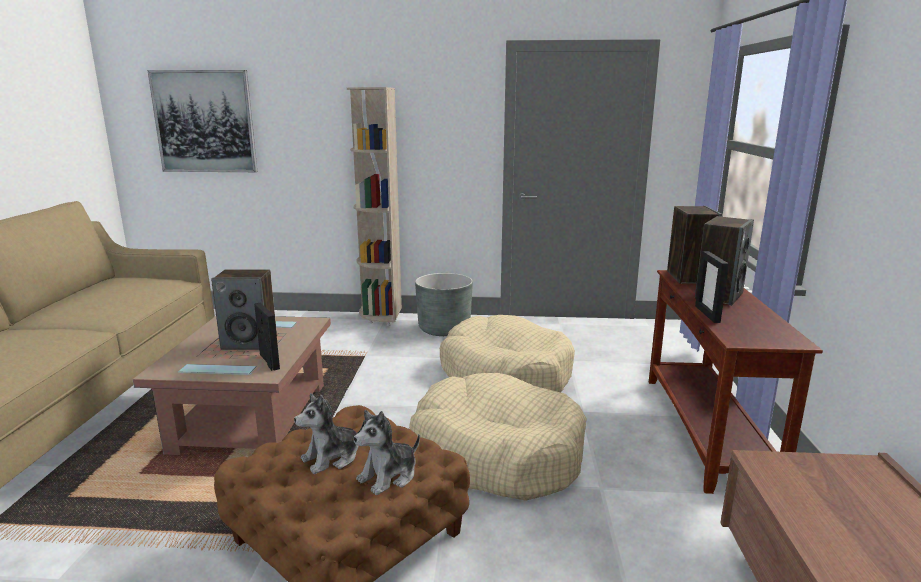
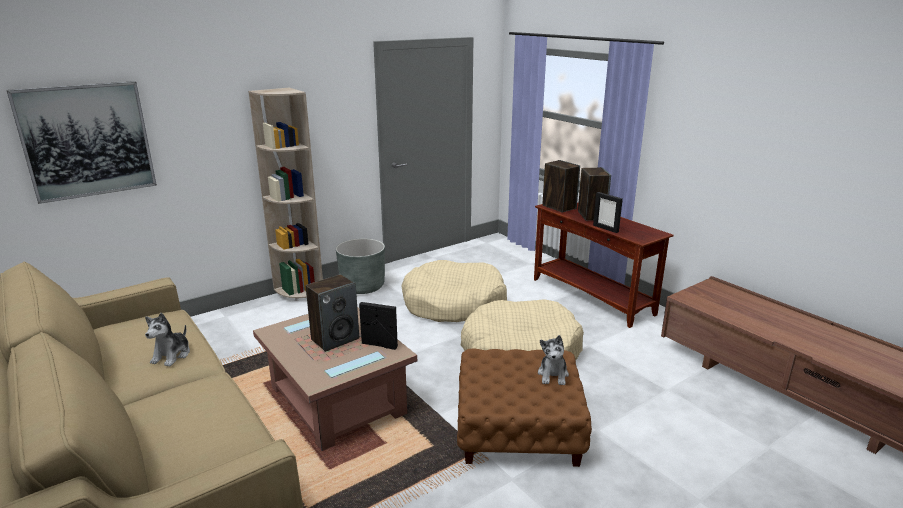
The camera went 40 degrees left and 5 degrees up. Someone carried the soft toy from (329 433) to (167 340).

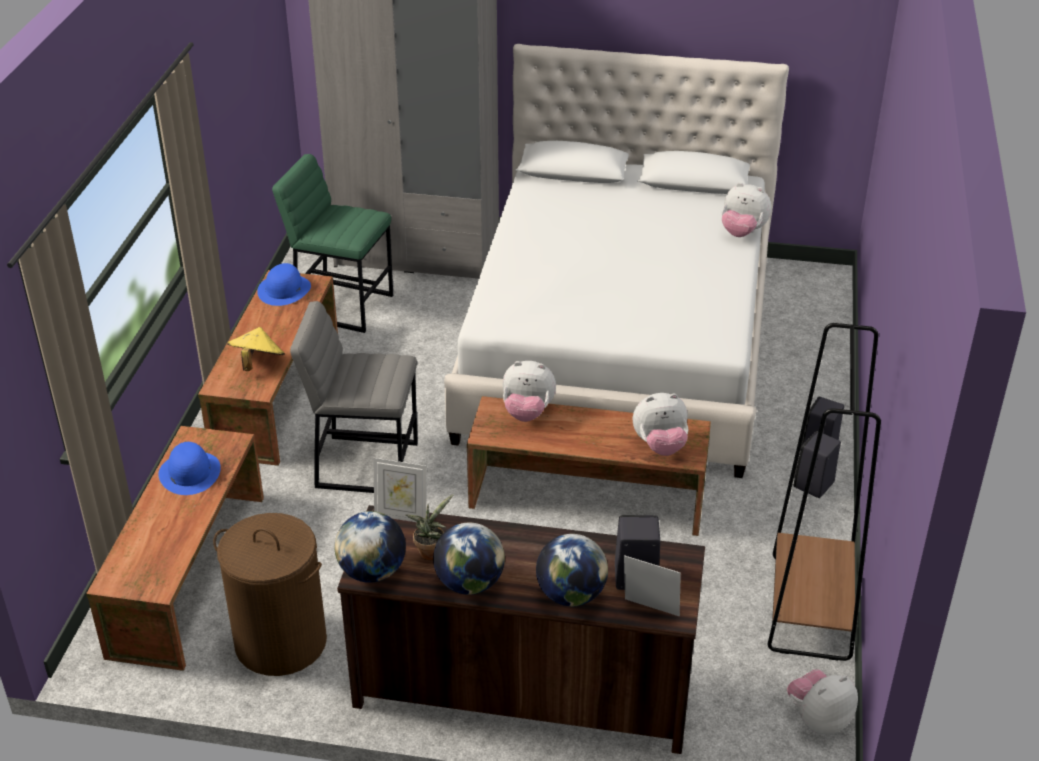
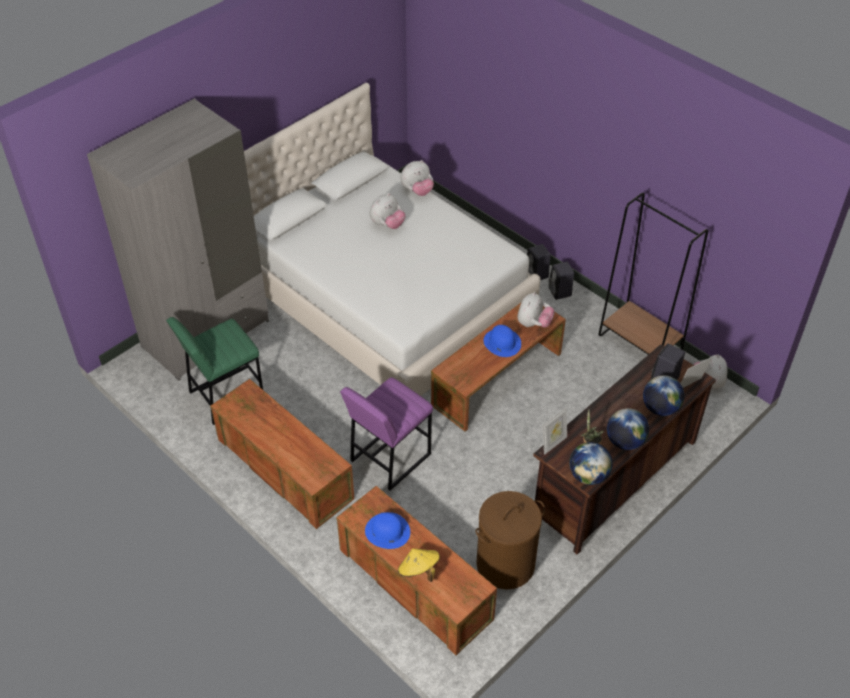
The camera went 55 degrees left and 10 degrees up. Someone carried the blue-coloured wearable hat from (284 284) to (502 341). Someone repainted the grey upright chair at (354 397), which became the purplish upright chair at (386 434). Someone carried the yellow-coloured wearable hat from (256 349) to (419 565). Someone carried the soft toy from (529 391) to (388 211).

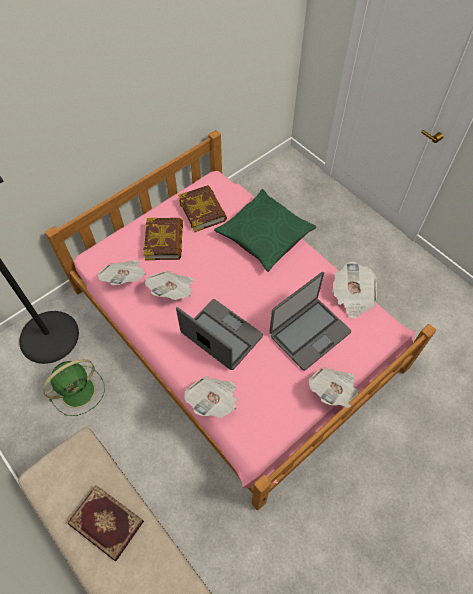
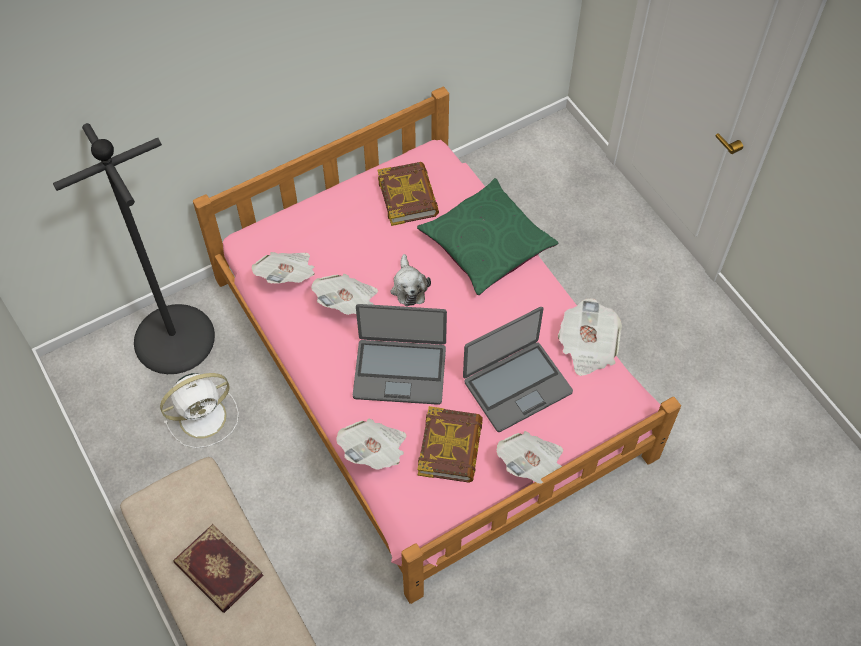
The camera went 10 degrees right and 0 degrees up. Someone carried the volume from (163 239) to (450 444). Someone rotated the portable computer at (219 334) by 135 degrees clockwise. Someone repainted the green fan at (74 387), which became the white-coloured fan at (199 410). Someone put down the soft toy at (411 280).

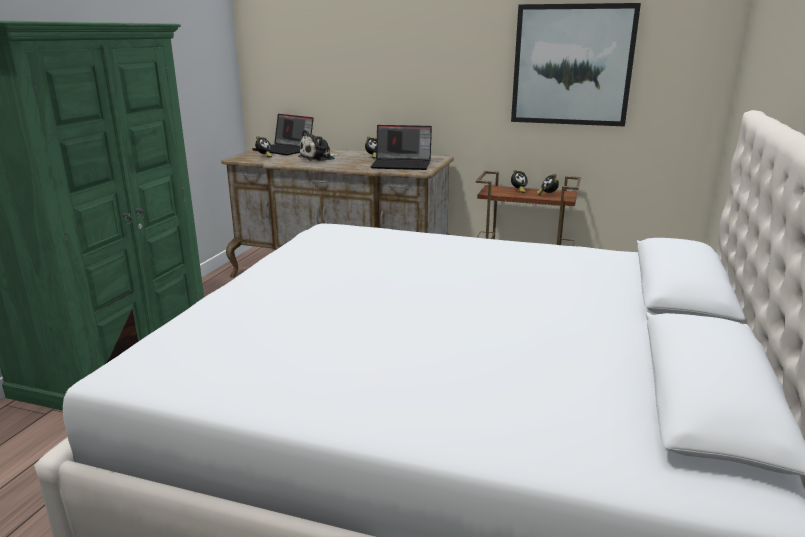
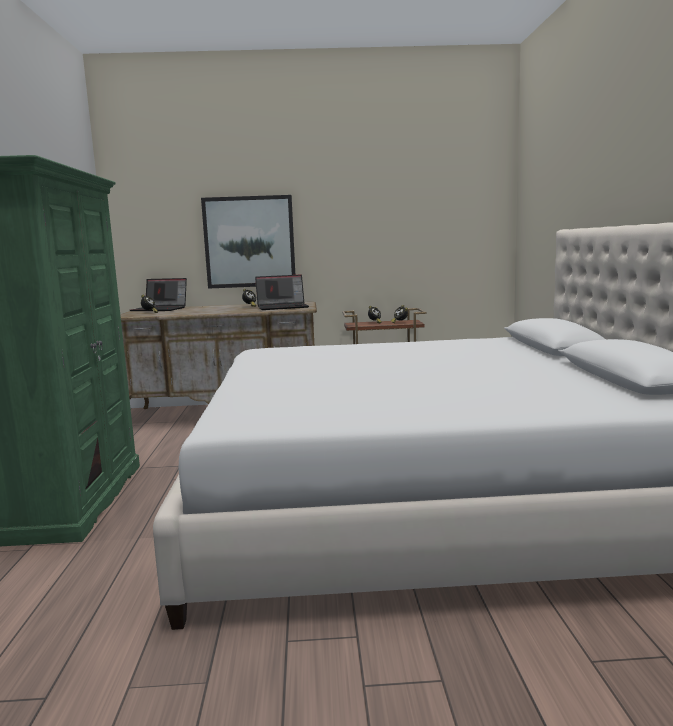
The camera went 20 degrees left and 10 degrees down. Someone carried the wall art from (576 65) to (248 242). Someone took away the soft toy at (318 145).

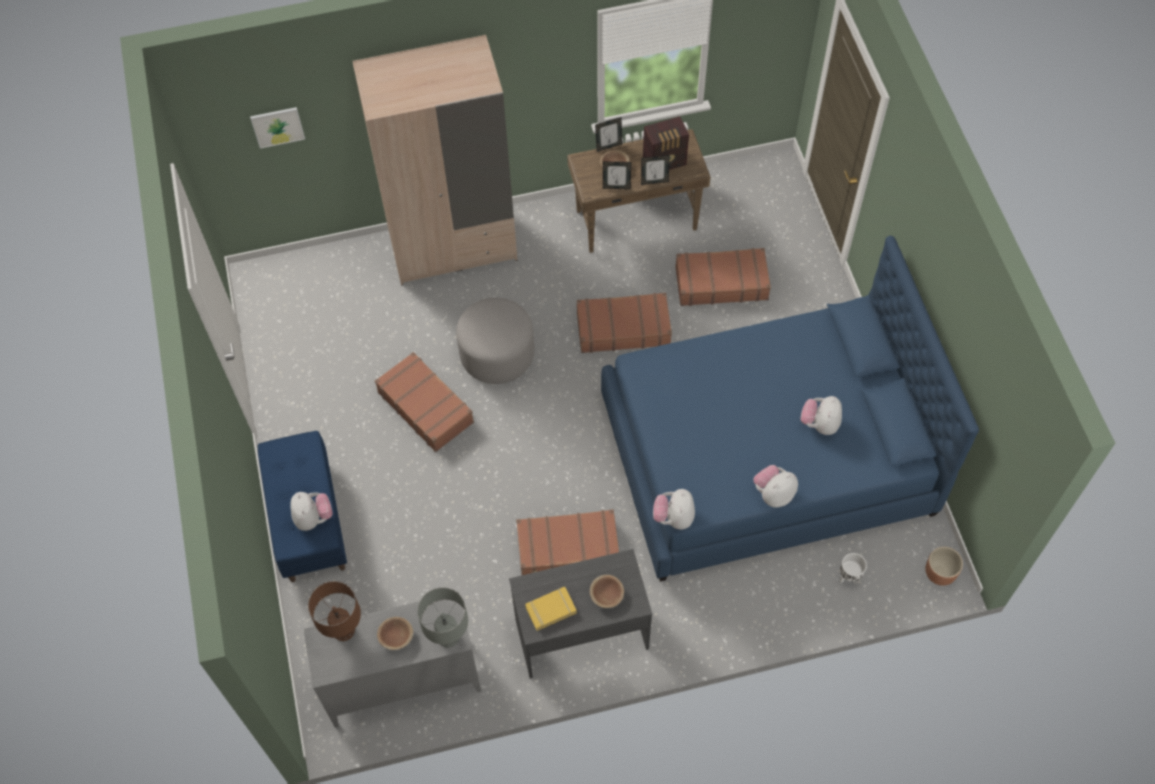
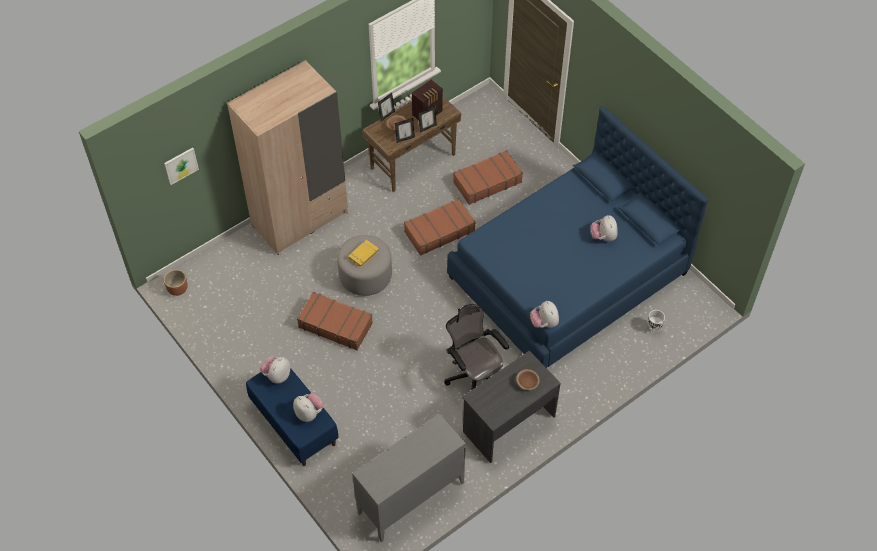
The camera went 25 degrees left and 5 degrees down. Someone carried the soft toy from (775 486) to (275 370). Someone swapped the brown-coloured suitcase at (567 542) for the computer chair at (476 347). Someone carried the brown-coloured plant pot from (944 566) to (176 283). Someone took away the brown-coloured tabletop lamp at (334 611). Someone took away the grey tabletop lamp at (442 617). Someone carried the yellow-coloured volume from (551 609) to (363 254). Someone took away the brown-coloured bowl at (395 633).

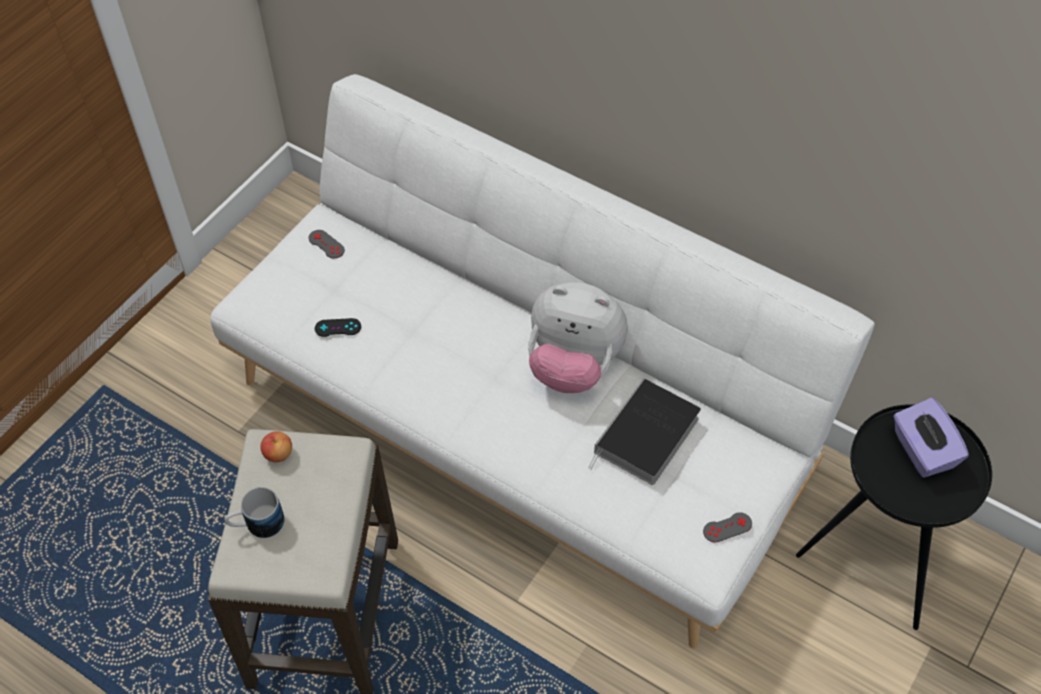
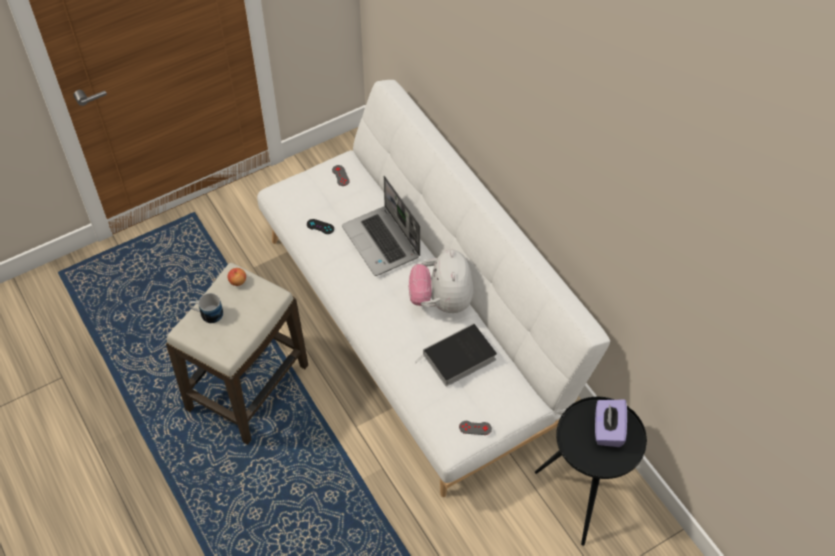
The camera went 25 degrees right and 0 degrees up. Someone rotated the soft toy at (578 337) by 45 degrees clockwise. Someone put down the portable computer at (381 226).

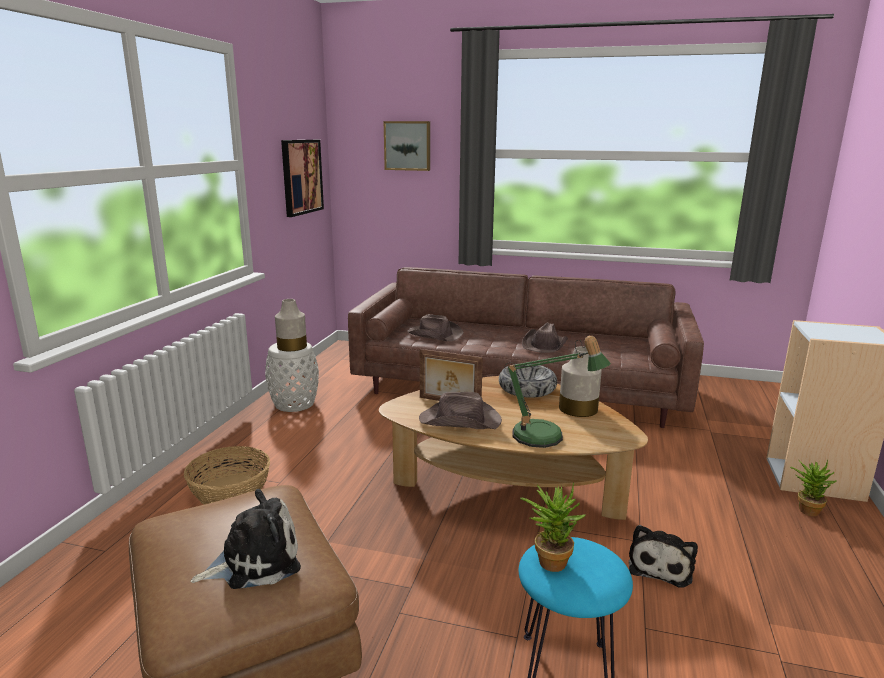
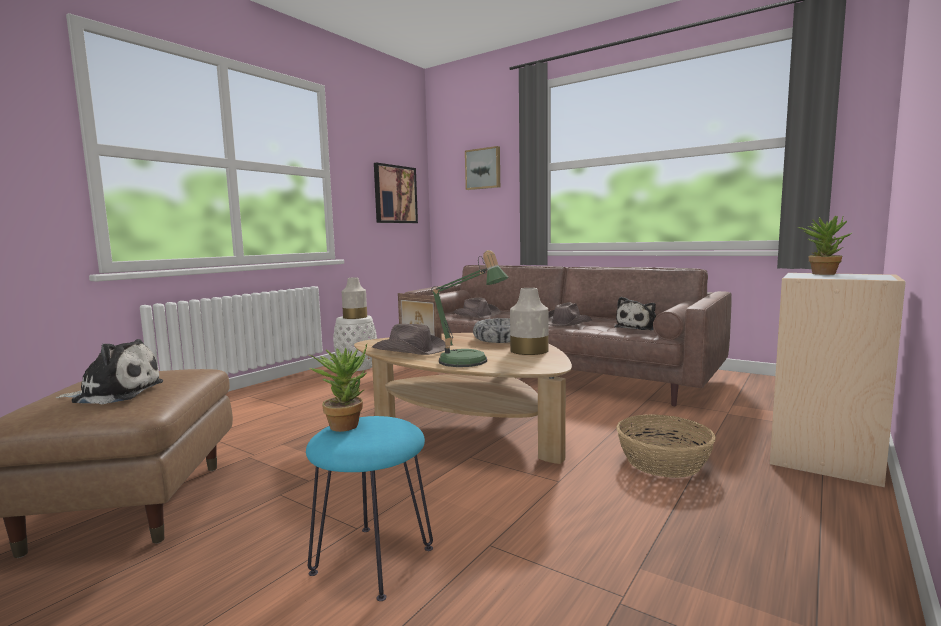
The camera went 20 degrees right and 10 degrees down. Someone carried the household basket from (227 475) to (666 446). Someone carried the potted plant from (813 488) to (825 245). Someone carried the soft toy from (663 556) to (635 313).

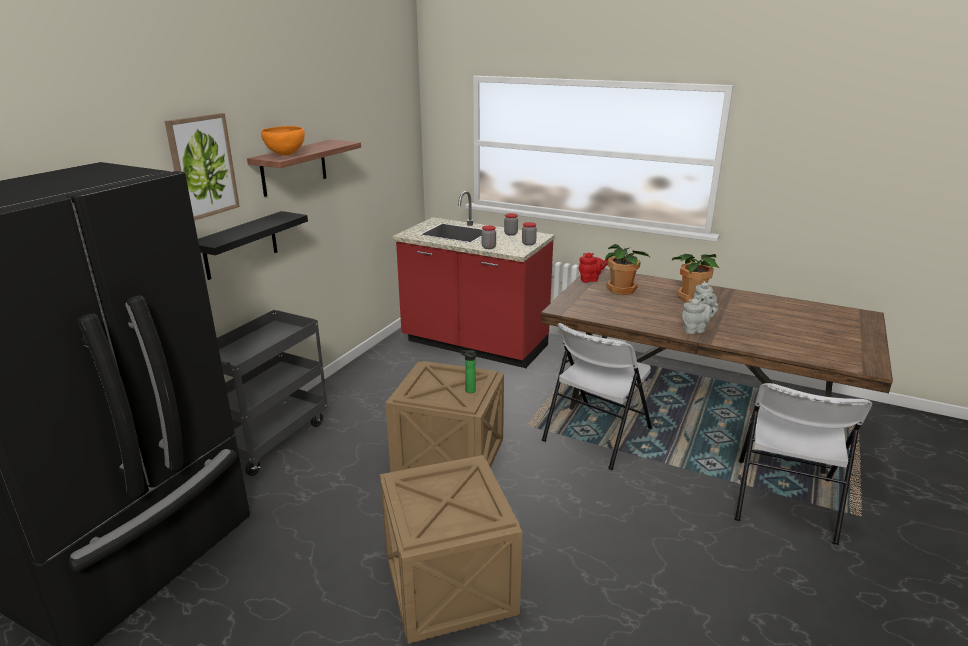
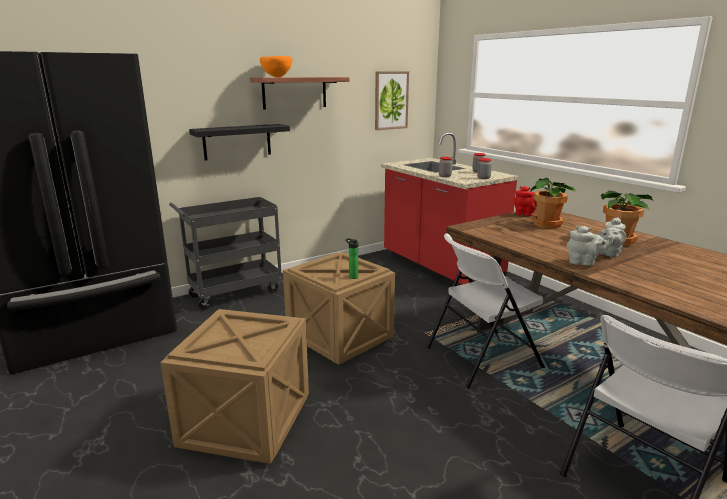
The camera went 30 degrees right and 5 degrees down. Someone carried the wall art from (202 167) to (392 100).

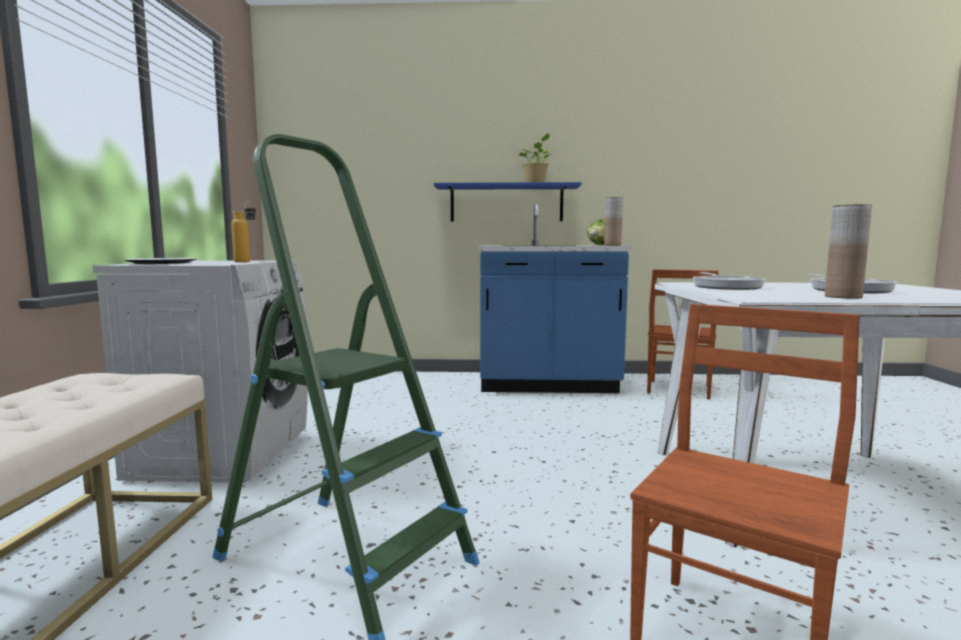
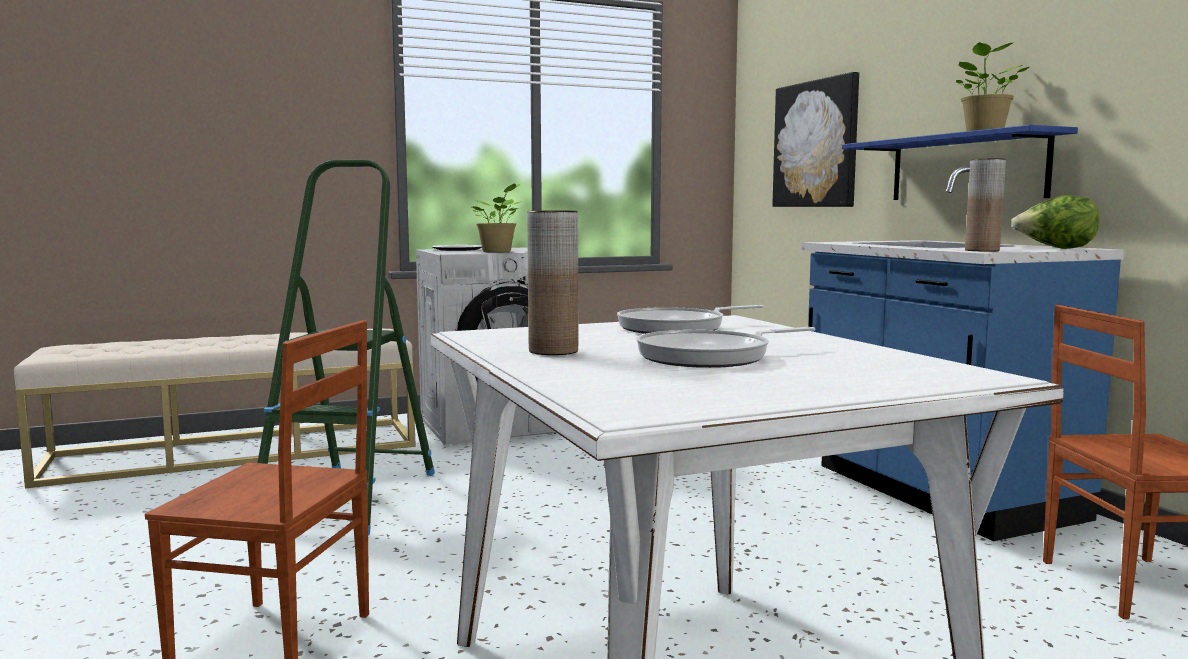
The camera went 65 degrees right and 0 degrees up. Someone swapped the bottle at (243 231) for the potted plant at (496 218). Someone put up the wall art at (815 139).

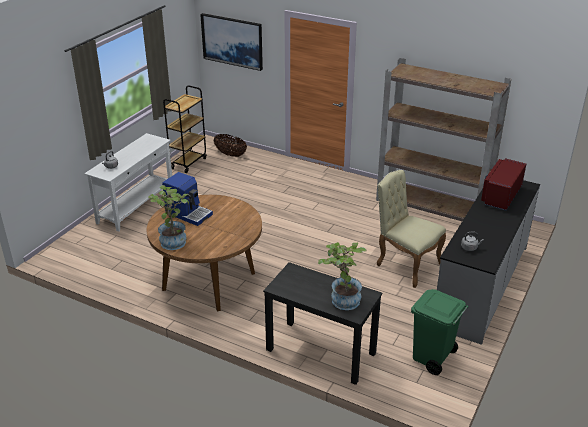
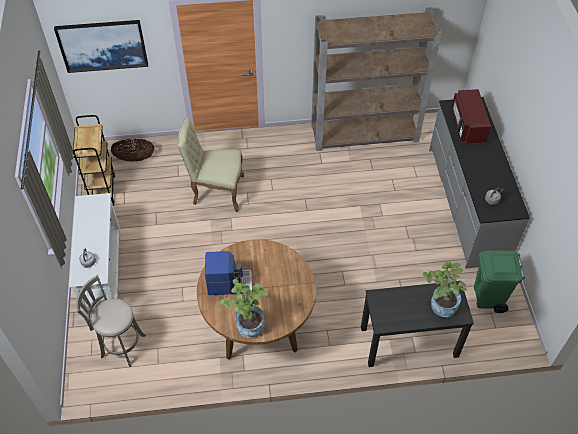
The camera went 35 degrees left and 20 degrees up. Someone carried the beige-coloured upright chair from (411 229) to (210 165). Someone put down the grey sitting stool at (111 321).

